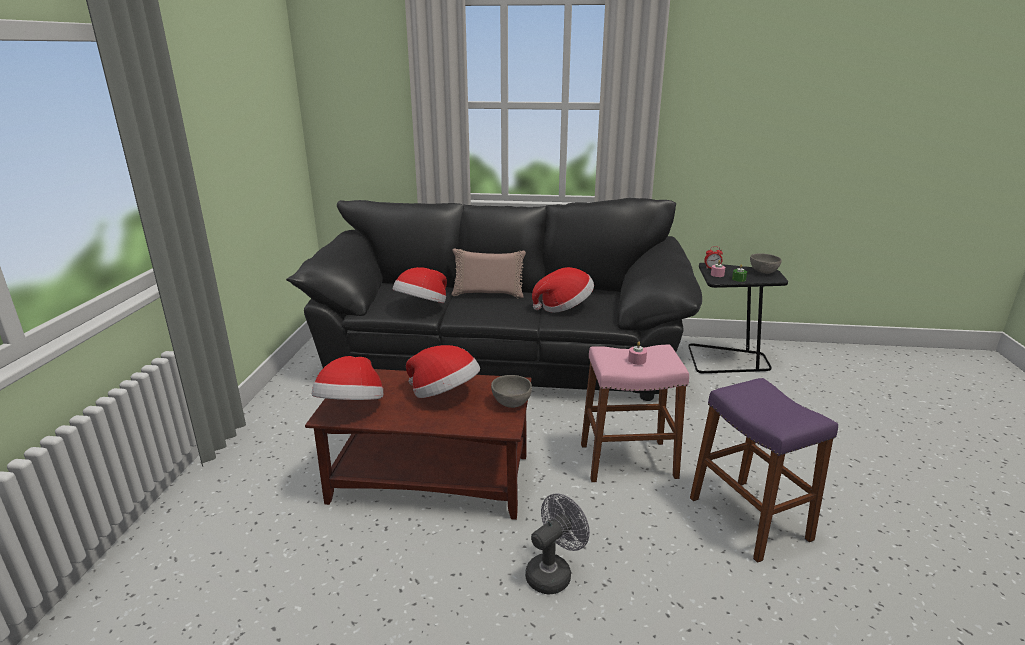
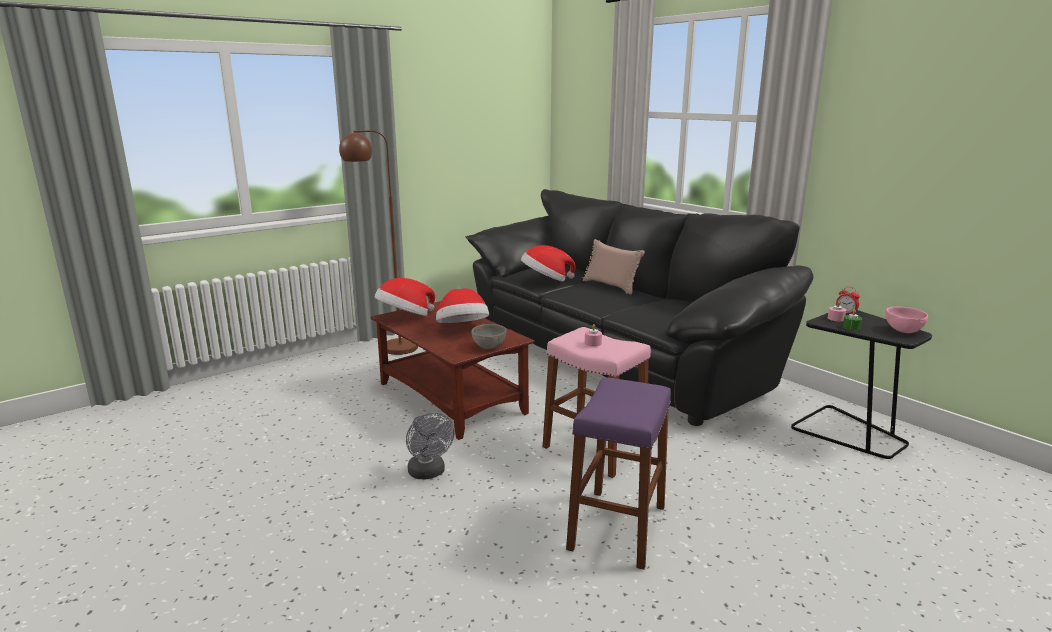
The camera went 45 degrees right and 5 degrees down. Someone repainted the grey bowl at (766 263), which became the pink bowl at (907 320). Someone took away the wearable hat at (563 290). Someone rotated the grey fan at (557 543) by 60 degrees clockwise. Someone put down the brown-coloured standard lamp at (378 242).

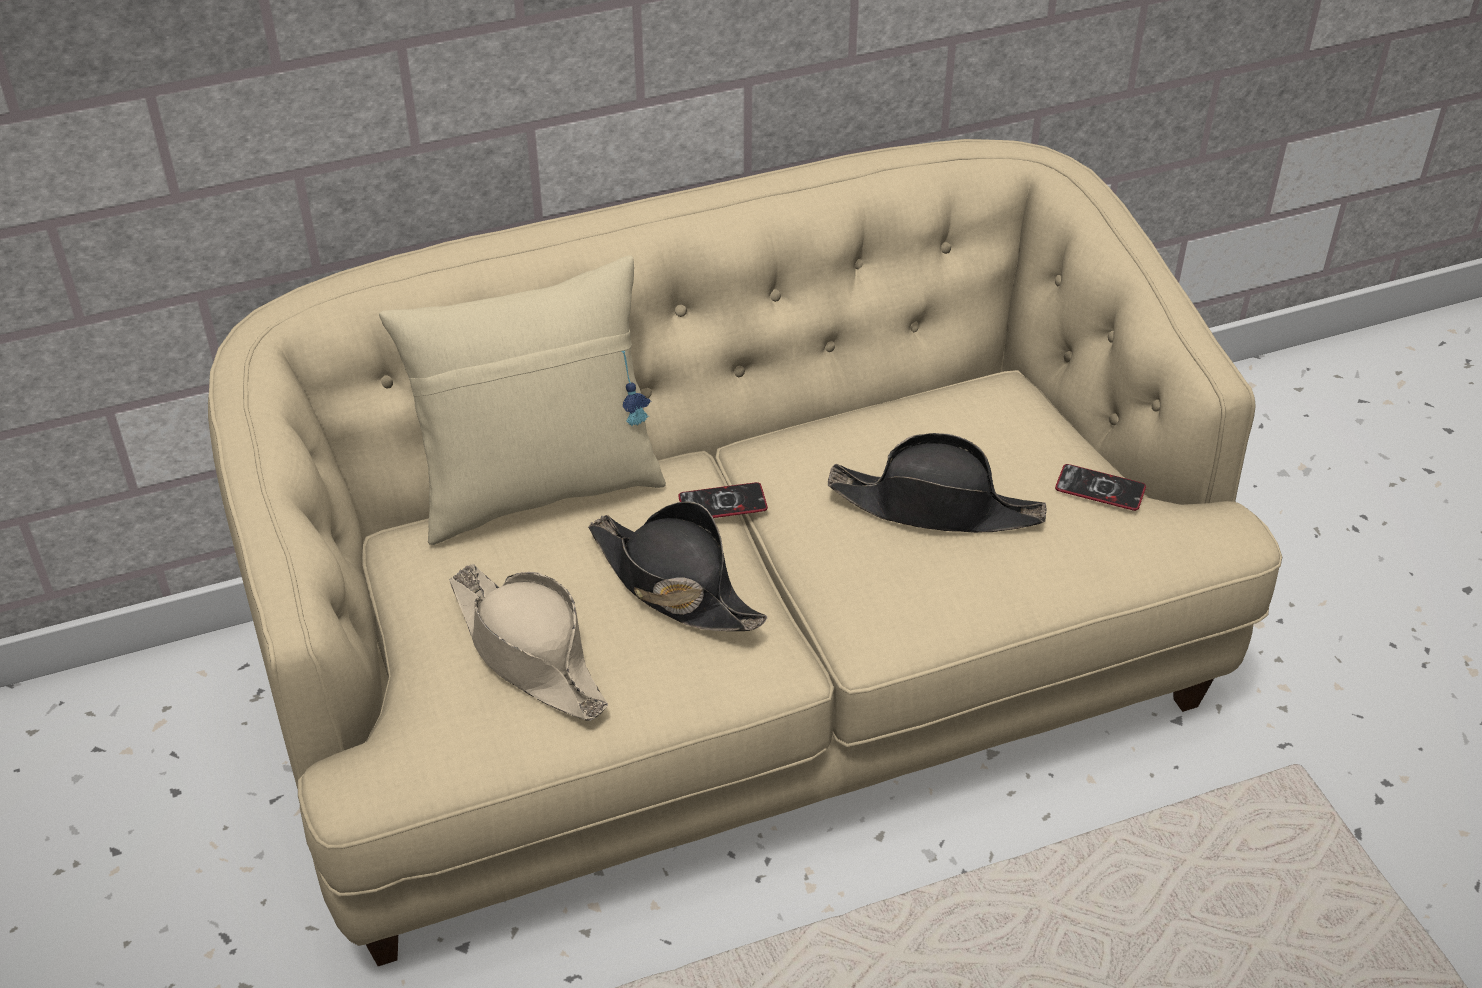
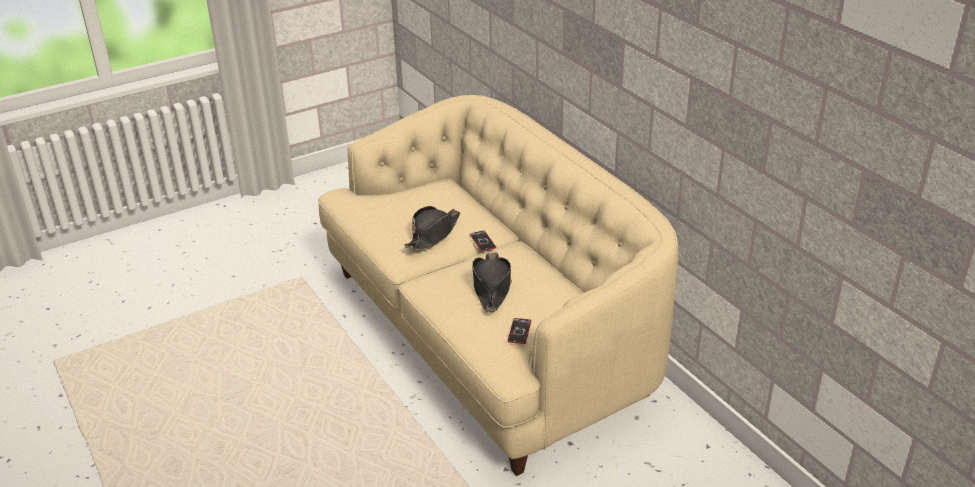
The camera went 80 degrees right and 10 degrees down. Someone took away the beige-coloured pillow at (522 400). Someone took away the beige-coloured wearable hat at (528 642).

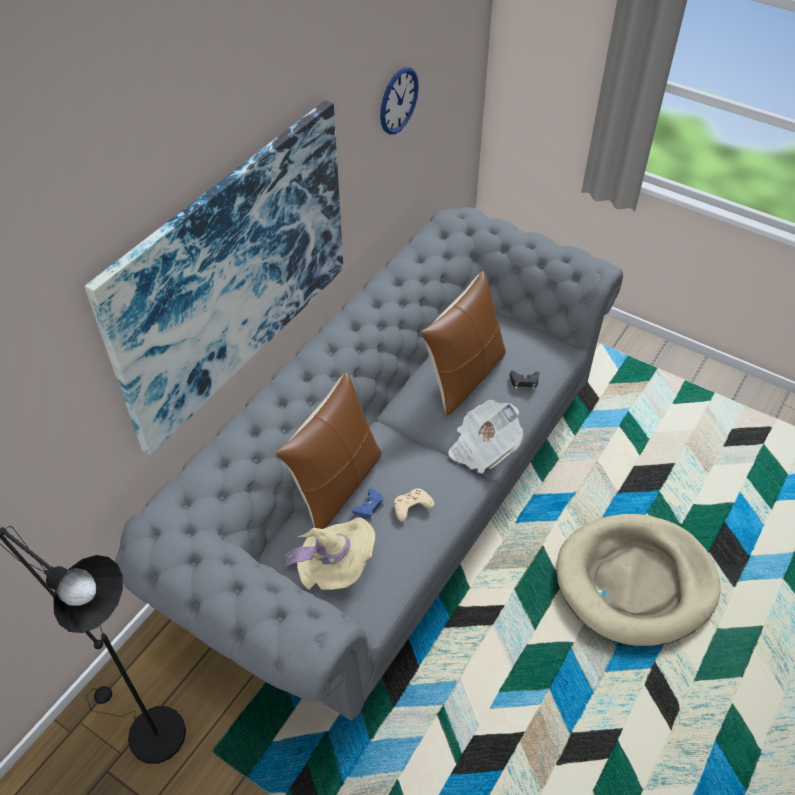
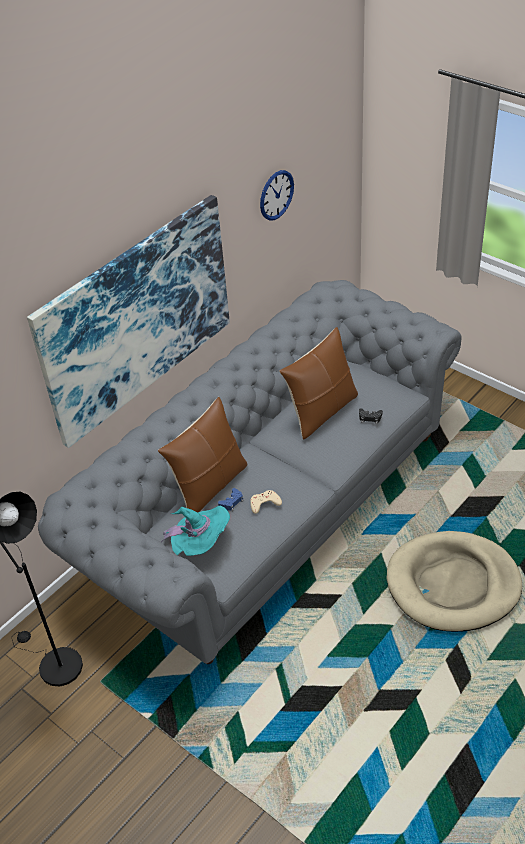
The camera went 10 degrees right and 5 degrees down. Someone took away the printed paper at (485 436). Someone repainted the beige-coloured wearable hat at (328 553), which became the blue-green wearable hat at (195 531).

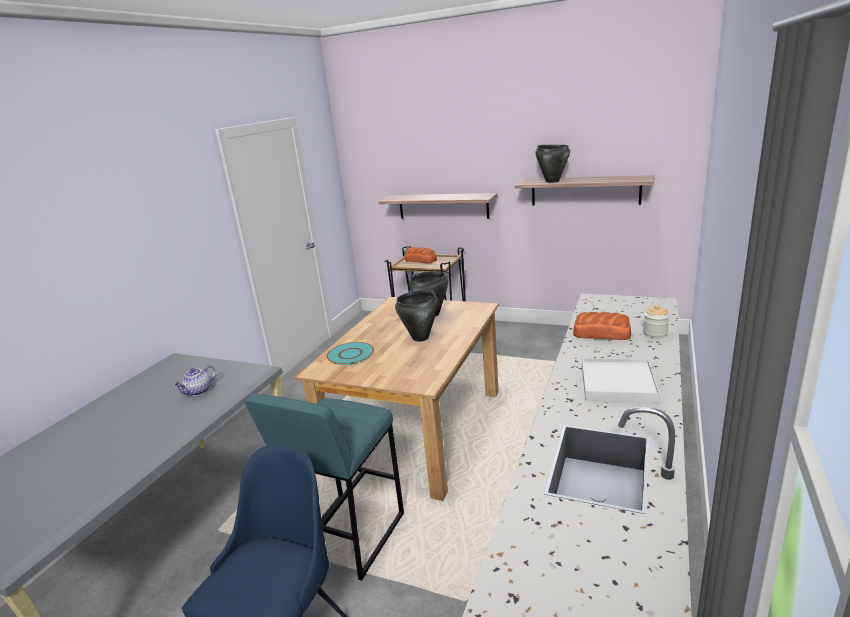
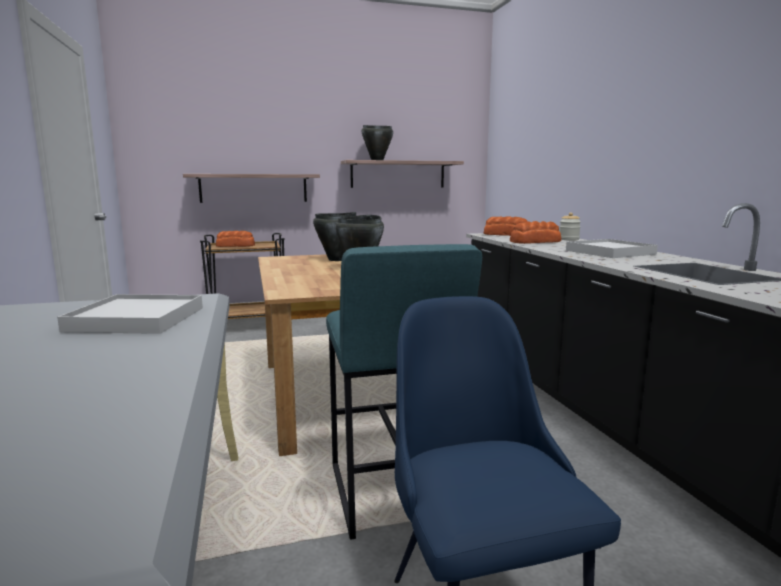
The camera went 40 degrees left and 10 degrees down. Someone took away the blue-green plate at (350 353). Someone swapped the teapot at (194 380) for the white-coloured tray at (130 314). Someone put down the bread at (505 226).

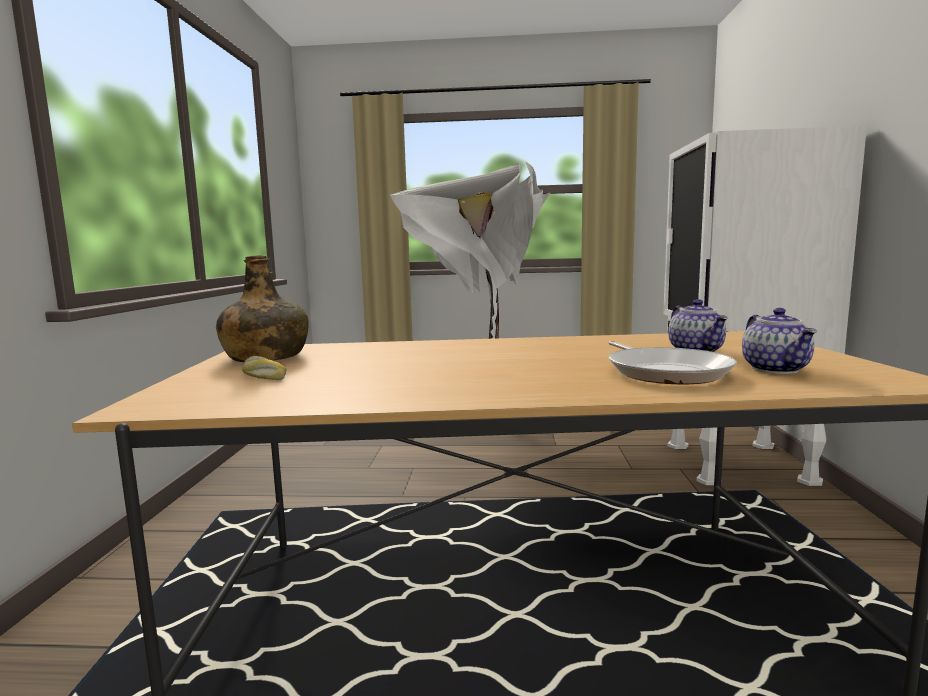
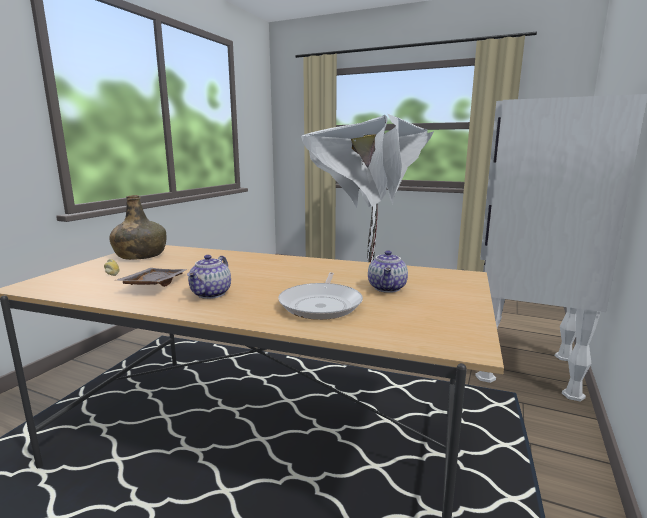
The camera went 20 degrees right and 5 degrees up. Someone carried the teapot from (779 341) to (209 277). Someone put down the grey tray at (153 277).

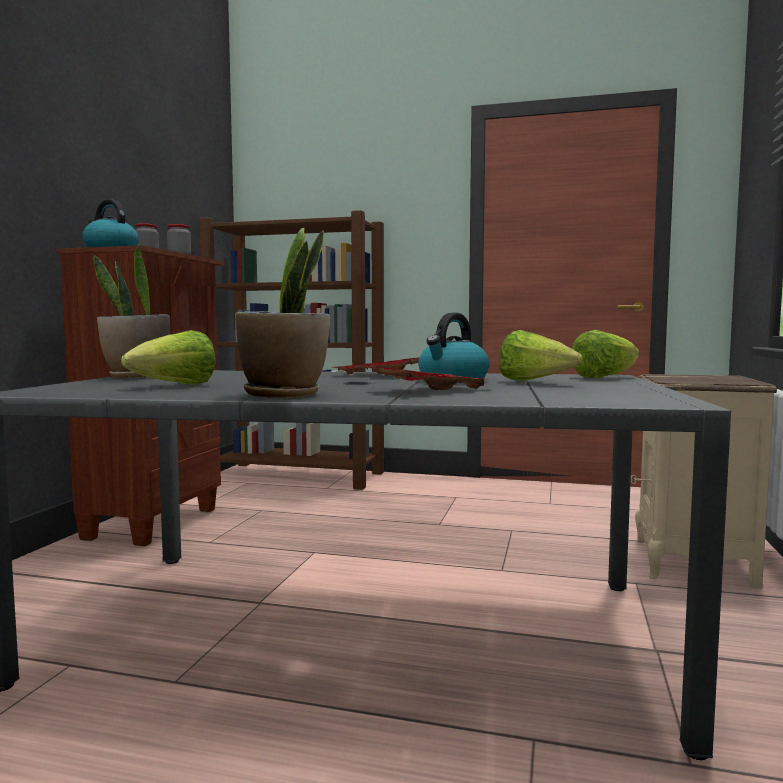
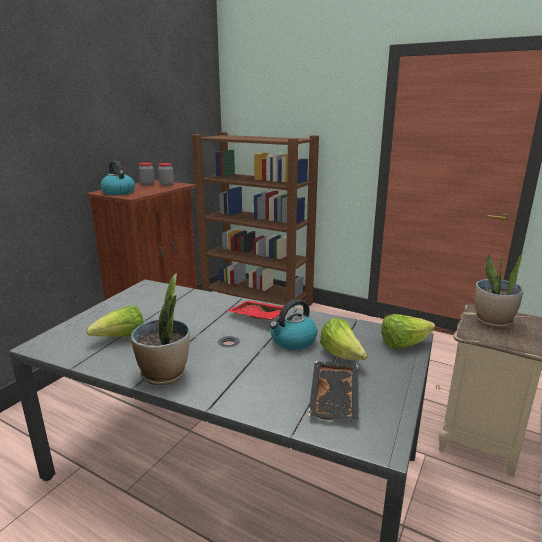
The camera went 15 degrees right and 15 degrees up. Someone carried the potted plant from (132 311) to (499 290). Someone took away the reddish tray at (431 378). Someone put down the black tray at (333 390).

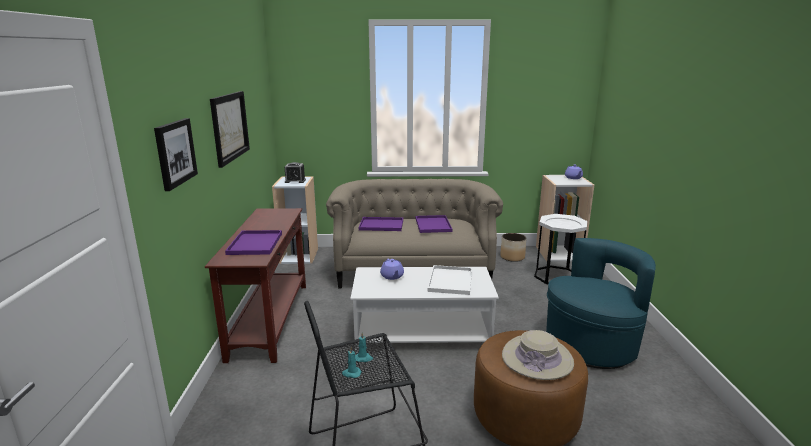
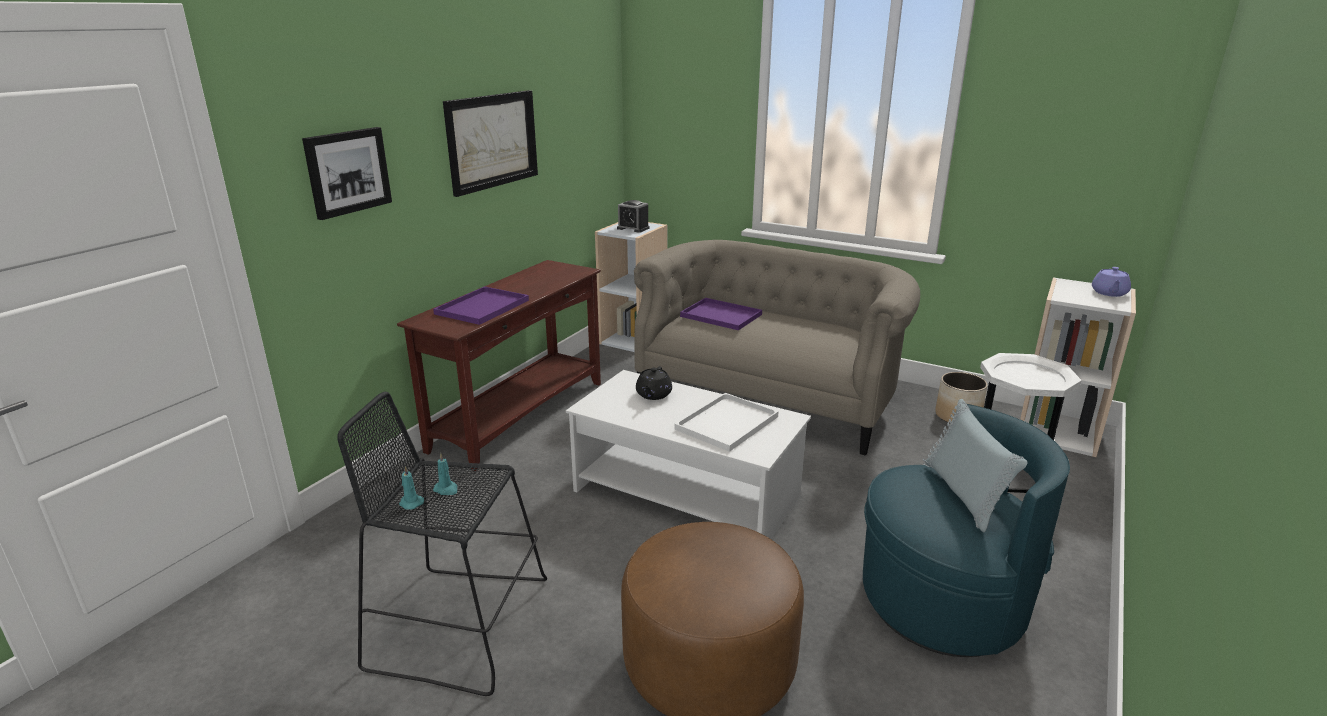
The camera went 30 degrees right and 5 degrees up. Someone took away the purplish tray at (434 224). Someone repainted the purplish teapot at (392 269), which became the black teapot at (654 383). Someone took away the beige-coloured wearable hat at (538 355). Someone put down the blue-coloured pillow at (975 465).

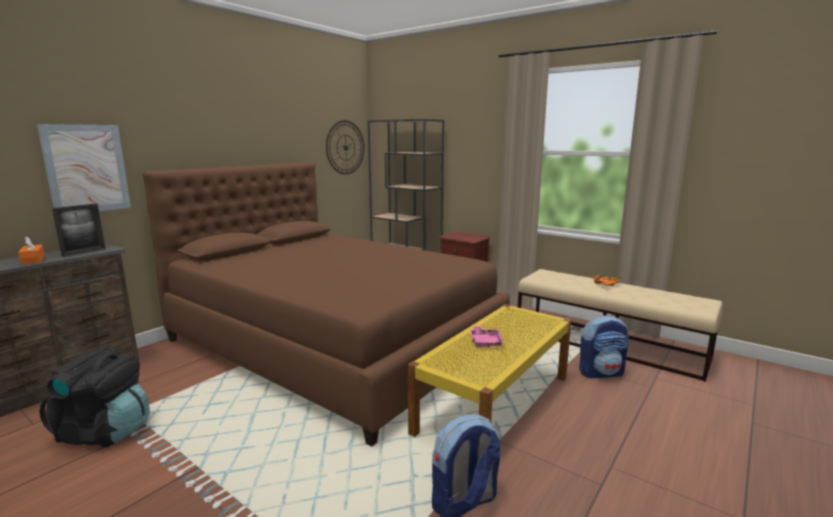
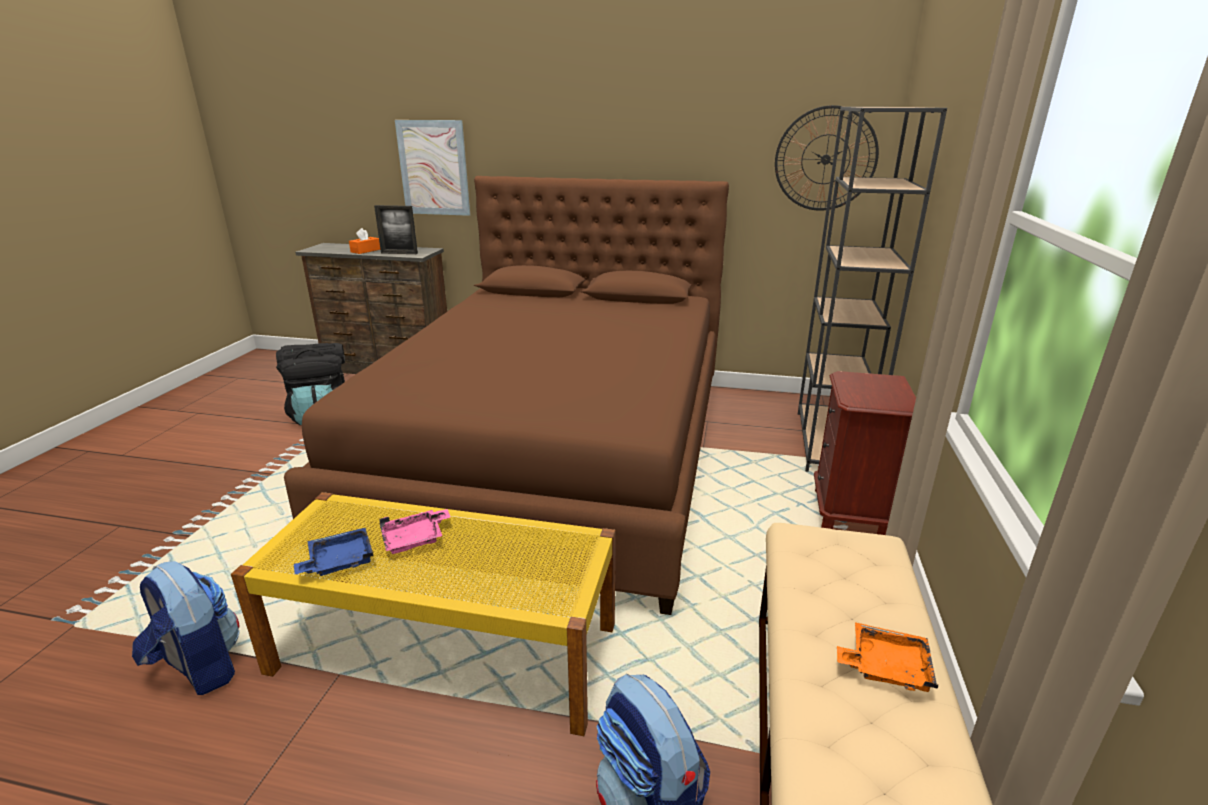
The camera went 65 degrees right and 10 degrees up. Someone put down the blue-coloured tray at (334 552).

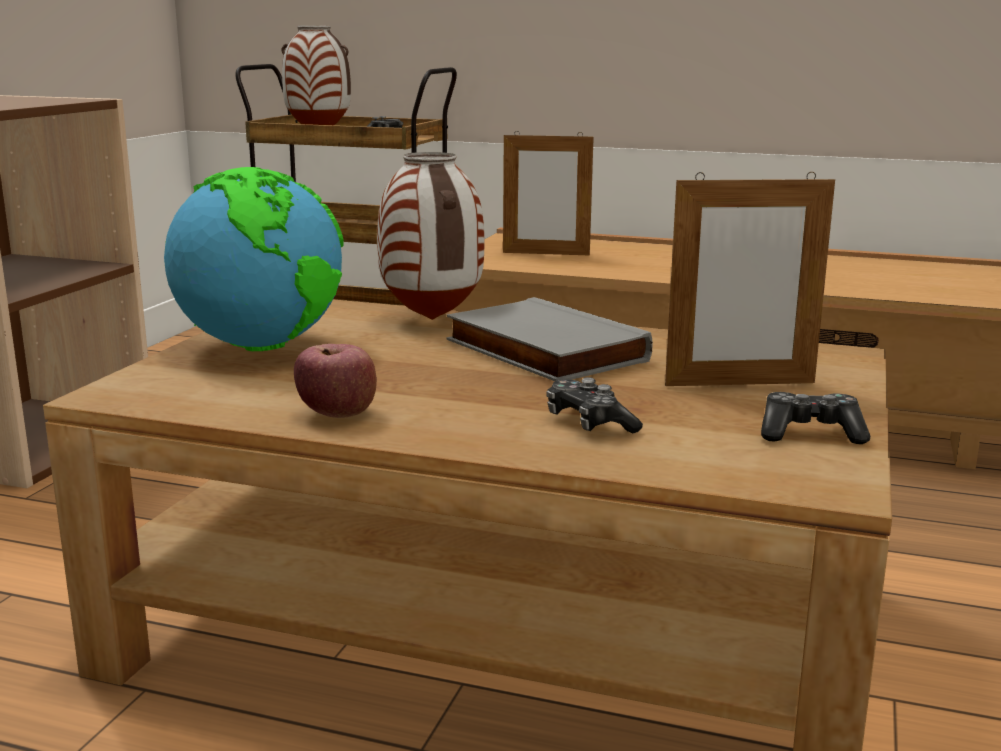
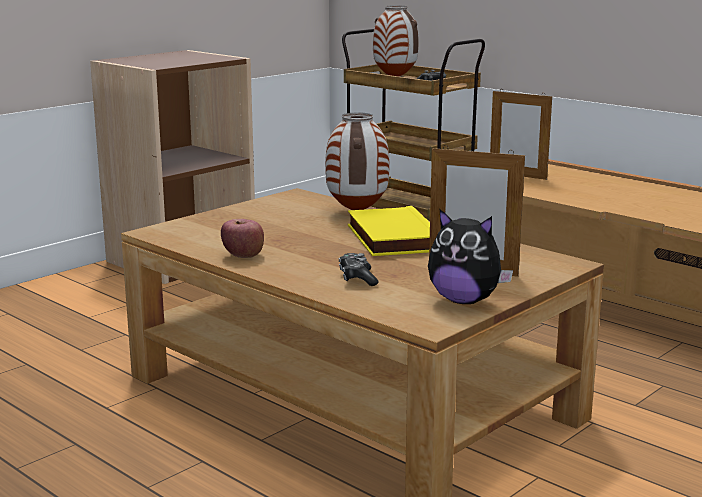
The camera went 25 degrees right and 0 degrees up. Someone took away the world globe at (254 259). Someone repainted the grey volume at (550 339), which became the yellow-coloured volume at (389 231). Someone swapped the game controller at (815 418) for the soft toy at (470 256).

